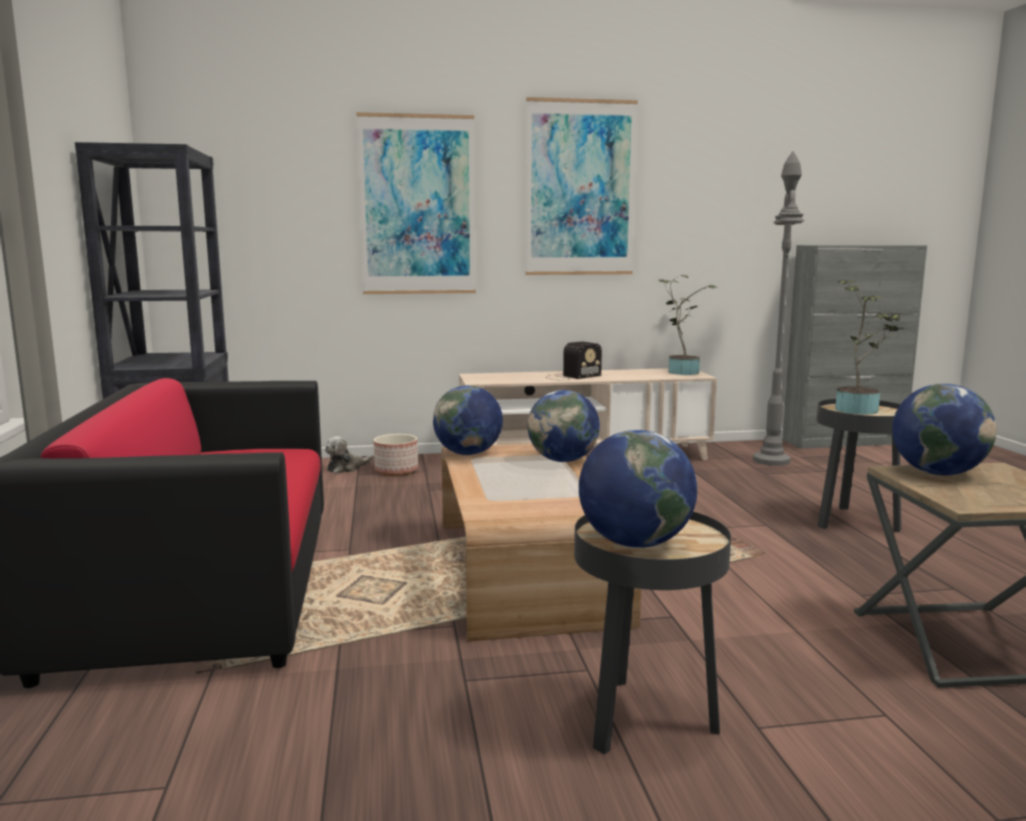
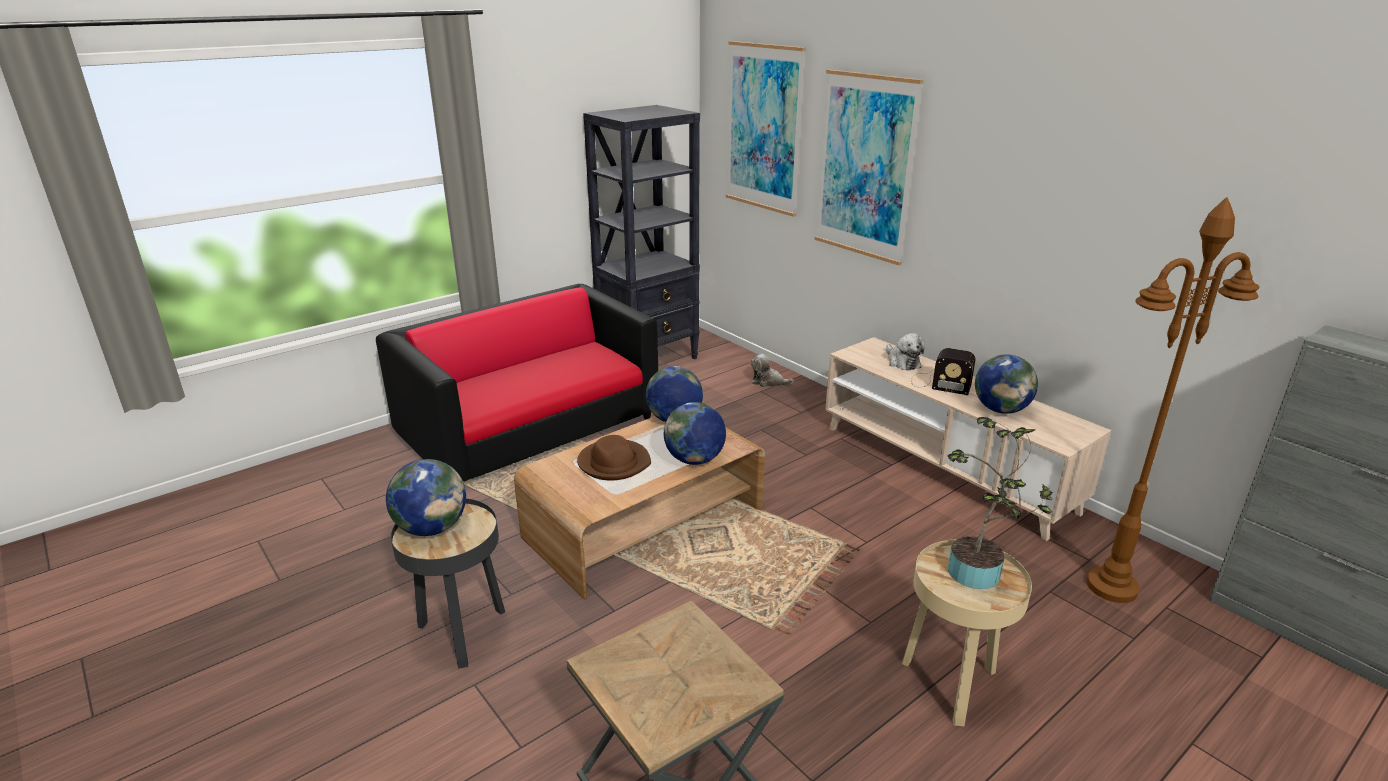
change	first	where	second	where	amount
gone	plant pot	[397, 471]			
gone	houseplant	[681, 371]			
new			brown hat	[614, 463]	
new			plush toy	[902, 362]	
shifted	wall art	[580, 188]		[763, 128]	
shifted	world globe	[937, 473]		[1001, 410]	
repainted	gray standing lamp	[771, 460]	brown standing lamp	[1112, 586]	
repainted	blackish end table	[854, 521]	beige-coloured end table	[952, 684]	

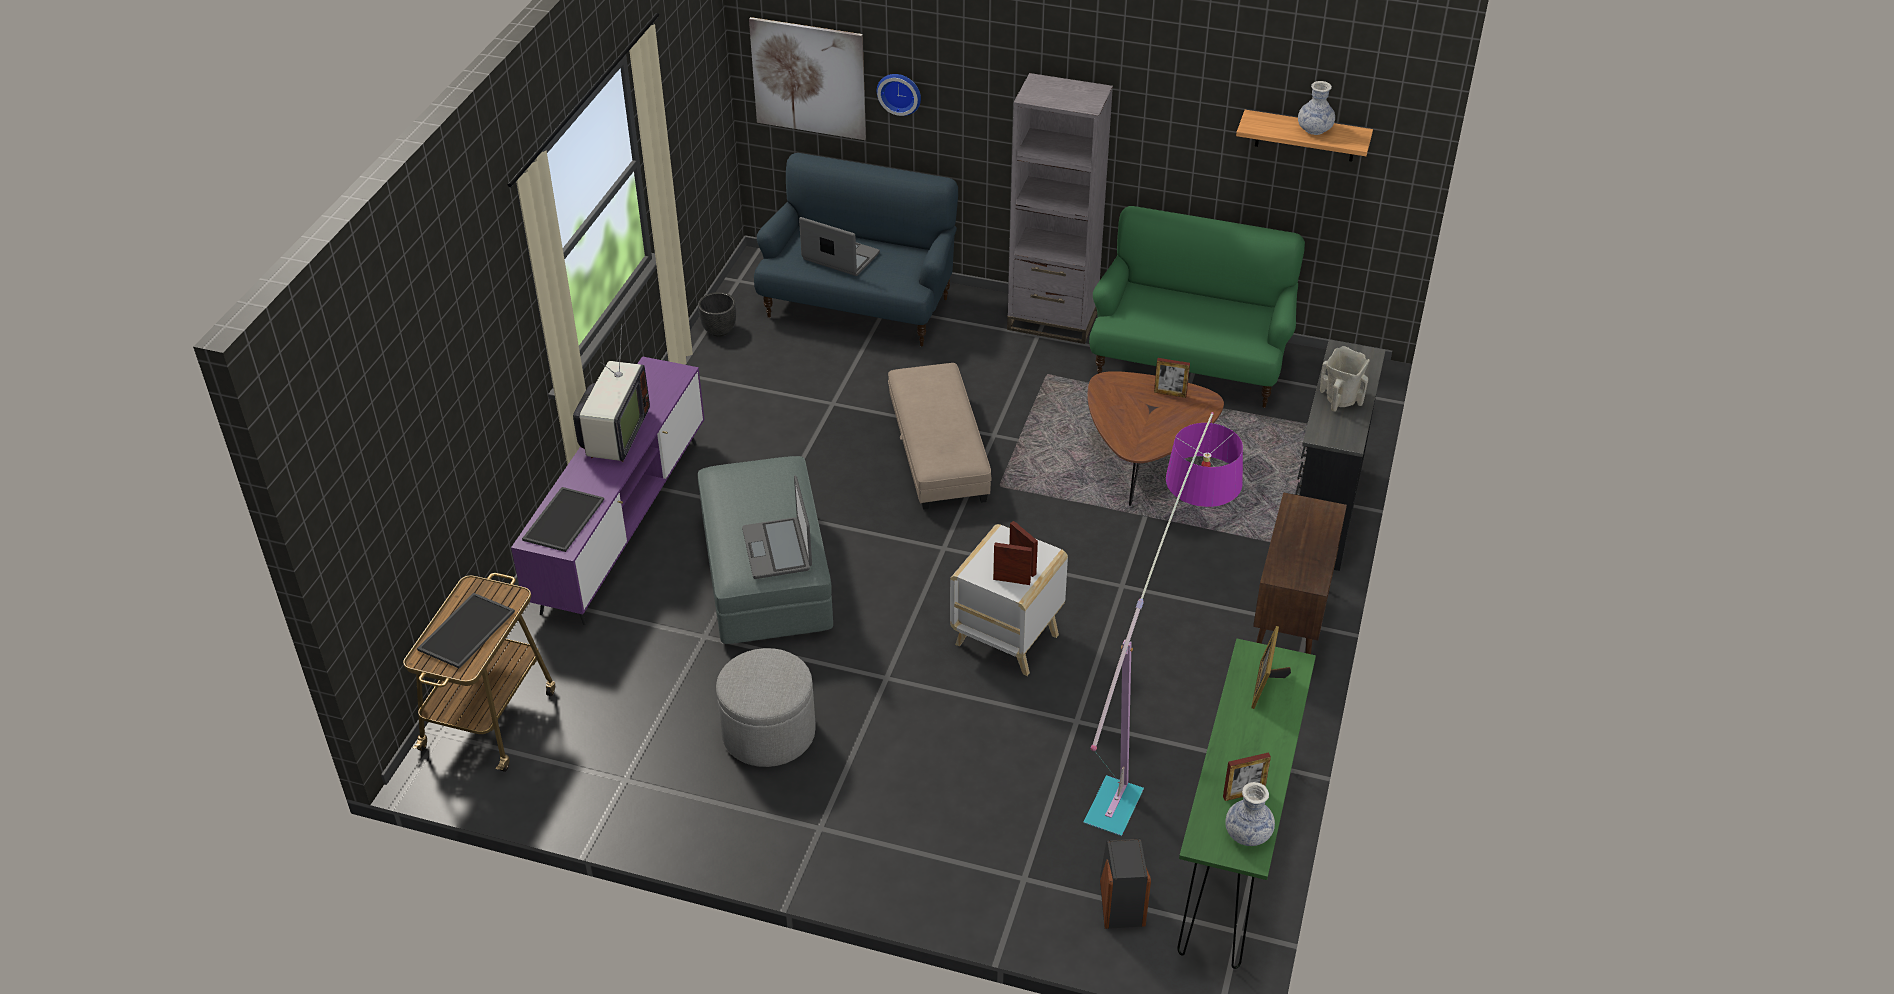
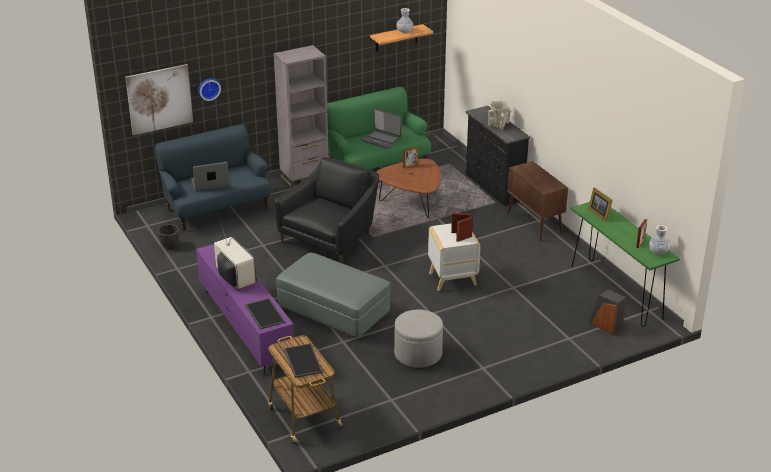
change	first	where	second	where	amount
gone	standing lamp	[1152, 724]			
shifted	laptop	[778, 549]		[381, 140]	
swapped	beige-coloured pouffe	[938, 451]	blackish armchair	[331, 238]	

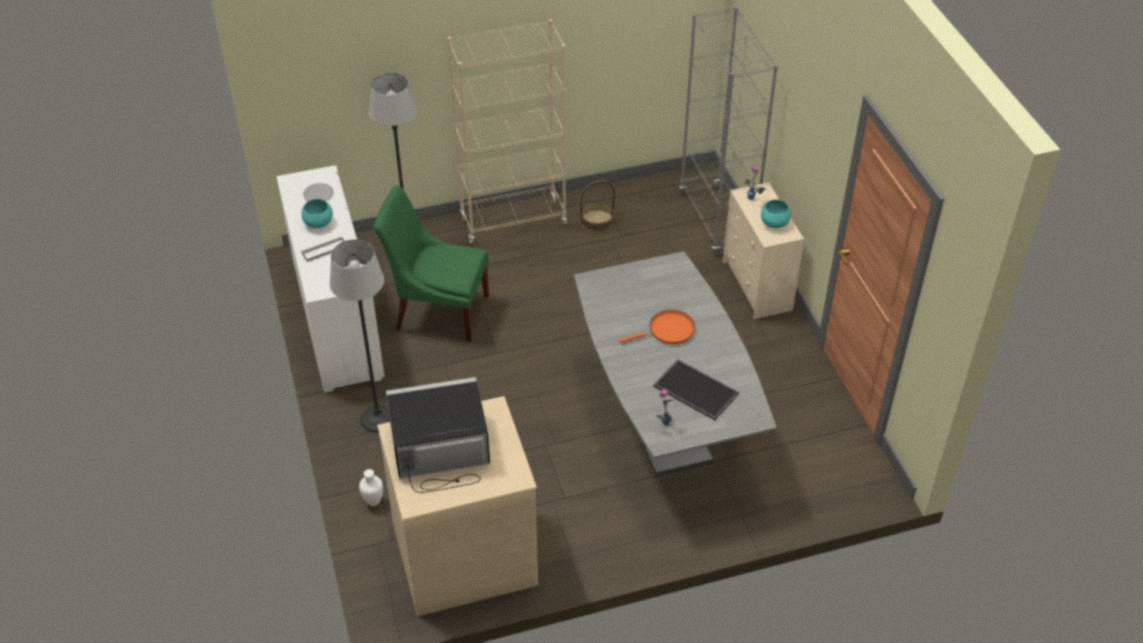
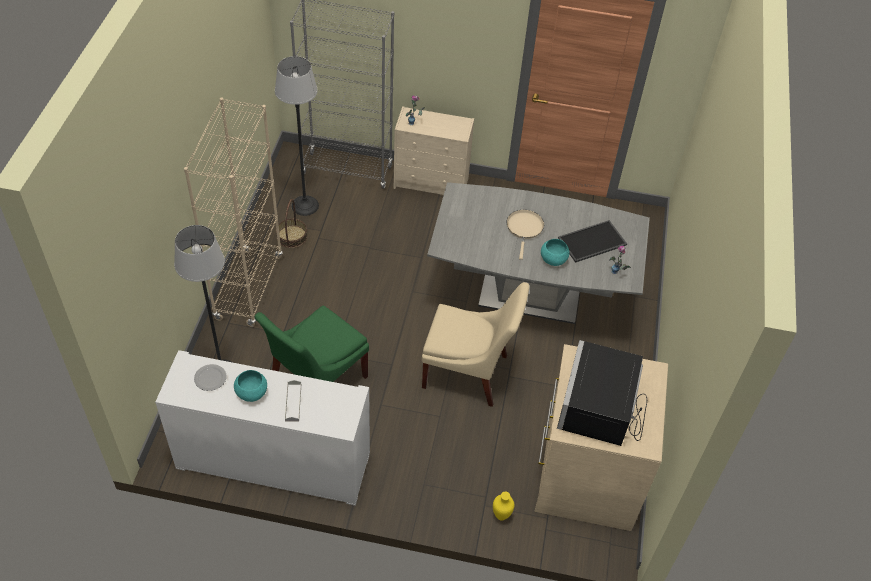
change	first	where	second	where	amount
new			beige-coloured upright chair	[469, 373]	
shifted	standing lamp	[377, 419]		[305, 205]	
shifted	turquoise-coloured deep dish	[774, 223]		[553, 260]	
repainted	white decorative vase	[373, 501]	yellow-coloured decorative vase	[500, 516]	
repainted	orange skillet	[668, 330]	beige-coloured skillet	[524, 229]	

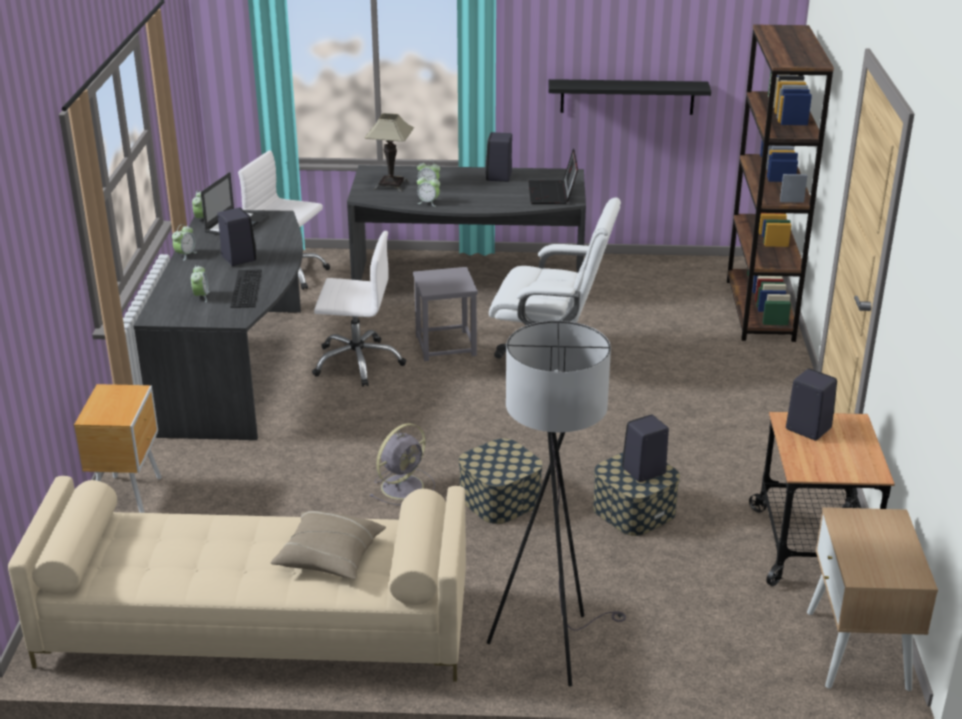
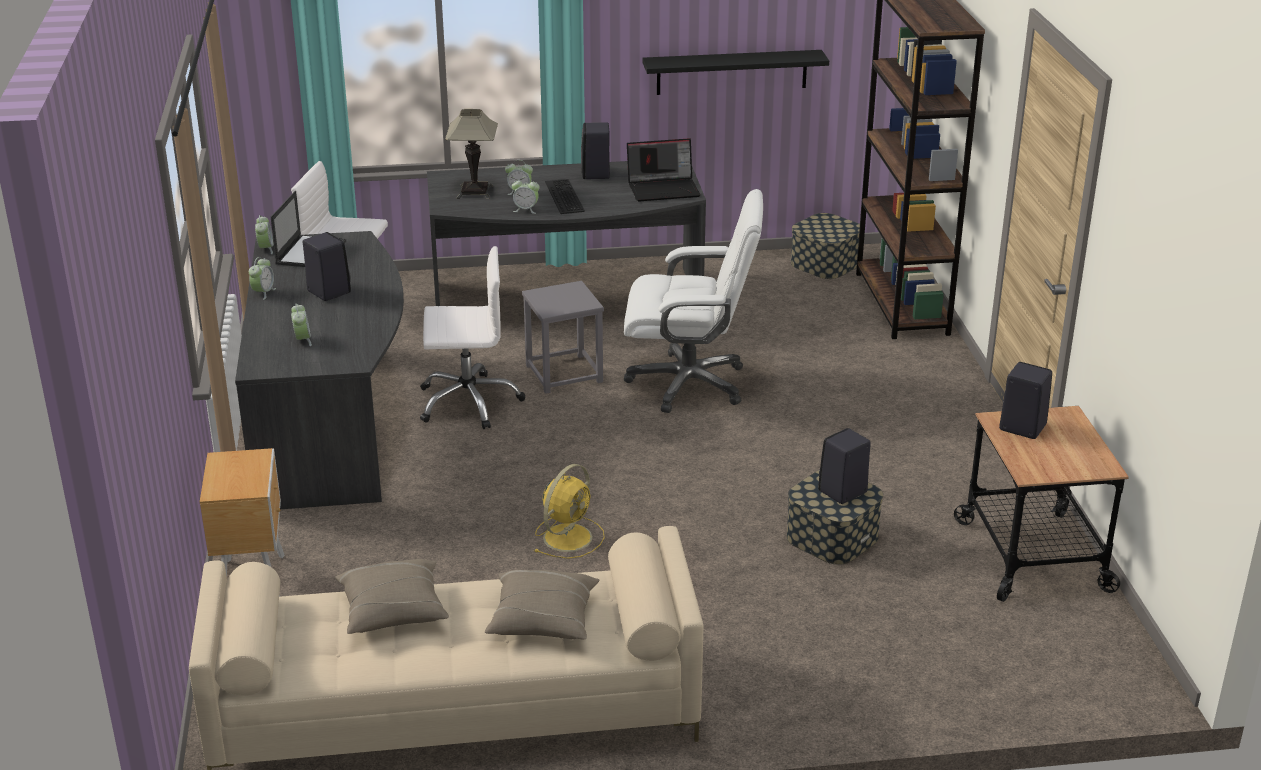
change	first	where	second	where	amount
gone	gray standing lamp	[551, 642]			
gone	beige-coloured bedside table	[858, 650]			
new			beige-coloured throw pillow	[393, 611]	
shifted	computer keyboard	[245, 288]		[562, 196]	
shifted	storage bin	[500, 499]		[825, 263]	
repainted	gray cooling fan	[403, 486]	yellow-coloured cooling fan	[569, 536]	
rotated	laptop	[552, 193]		[664, 189]	90 degrees counterclockwise

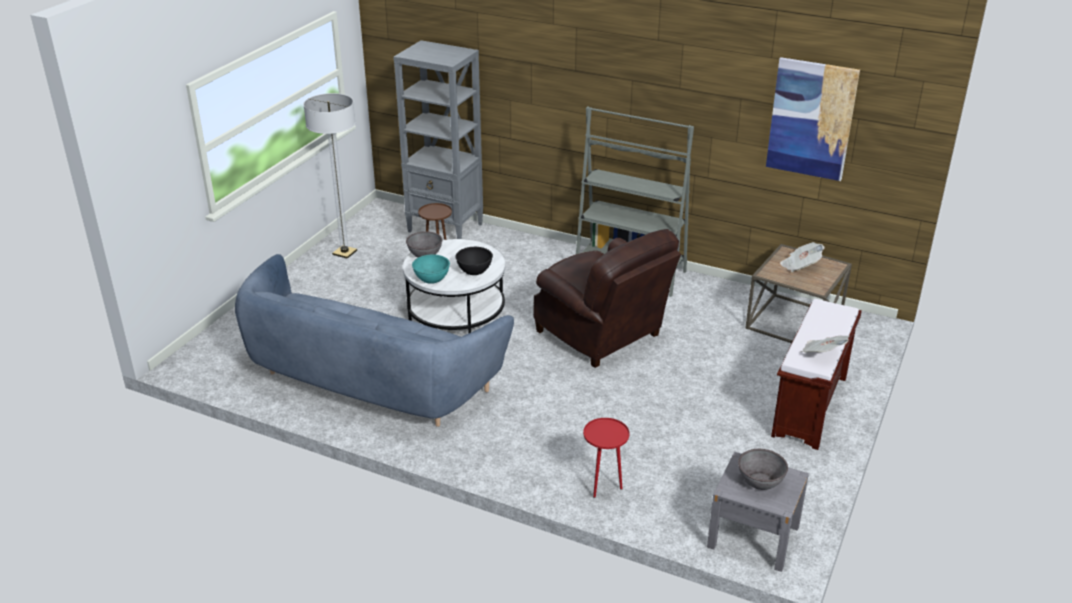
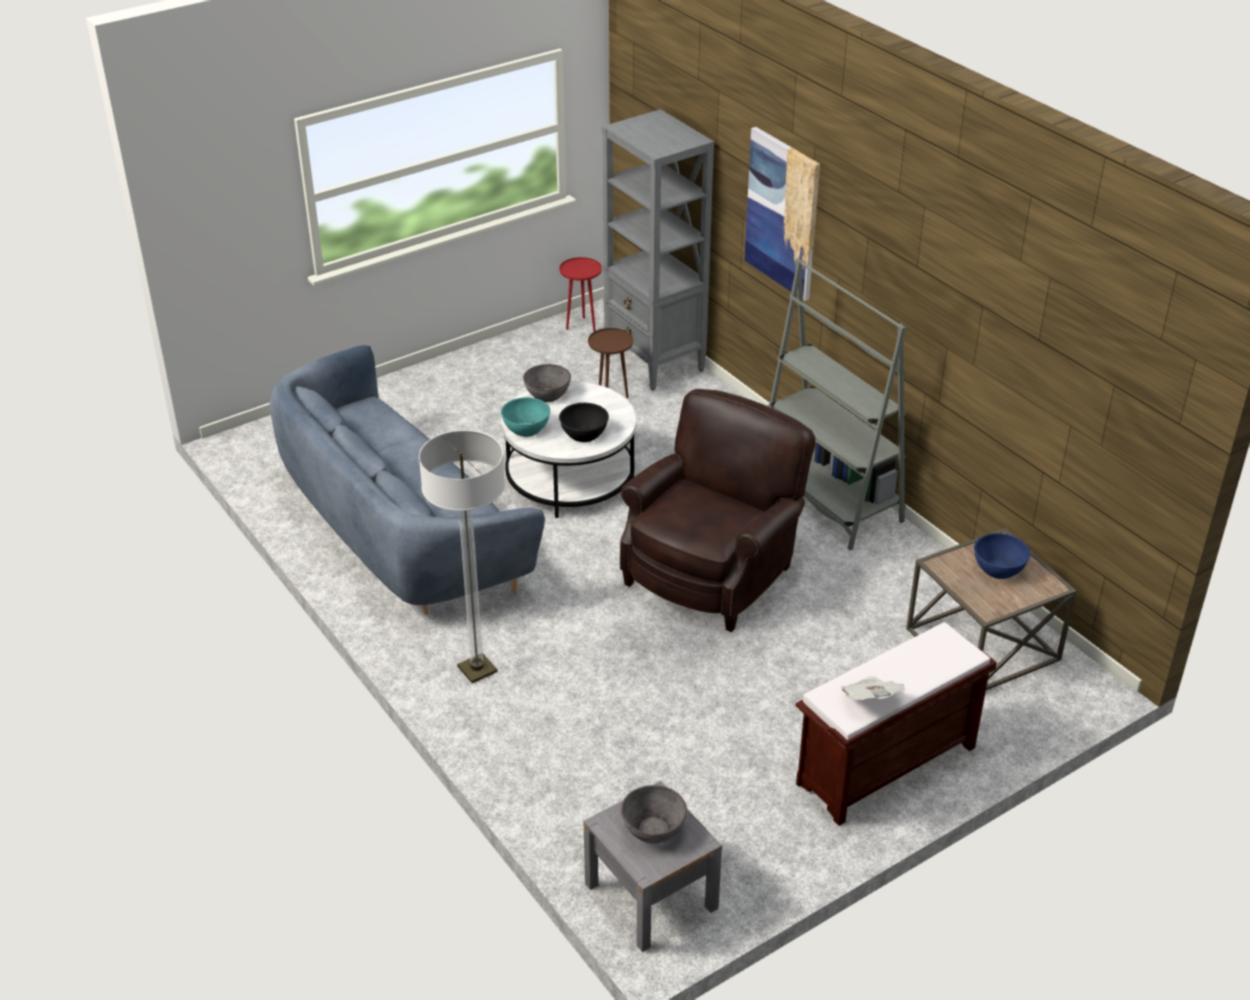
change	first	where	second	where	amount
shifted	standing lamp	[344, 253]		[477, 669]	
shifted	red end table	[603, 487]		[581, 325]	
shifted	wall art	[811, 119]		[783, 213]	
swapped	printed paper	[800, 266]	blue deep dish	[998, 569]	
rotated	brown armchair	[602, 335]		[713, 571]	135 degrees counterclockwise

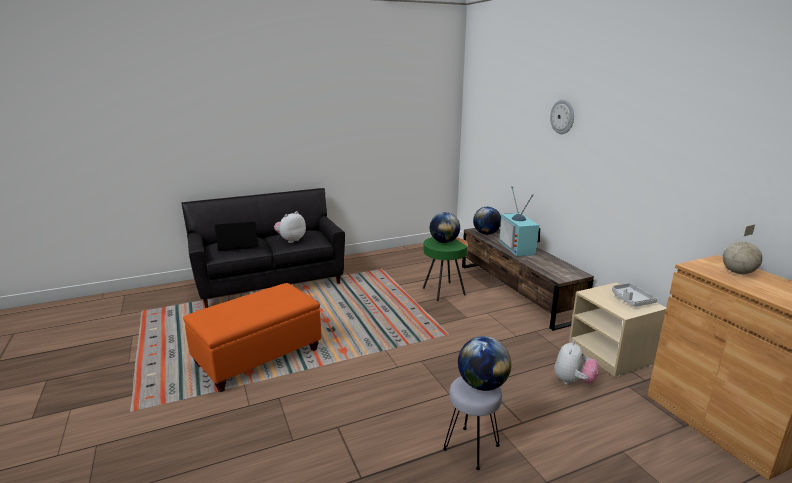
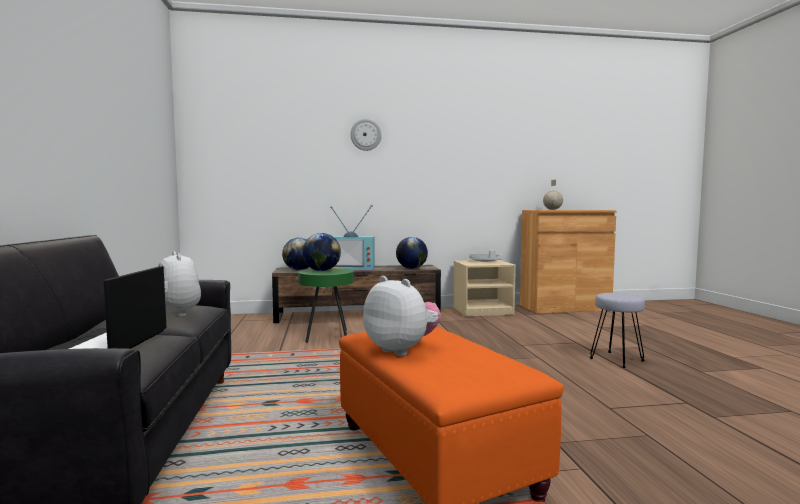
change	first	where	second	where	amount
shifted	world globe	[482, 385]		[411, 268]	
shifted	plush toy	[573, 381]		[402, 350]	

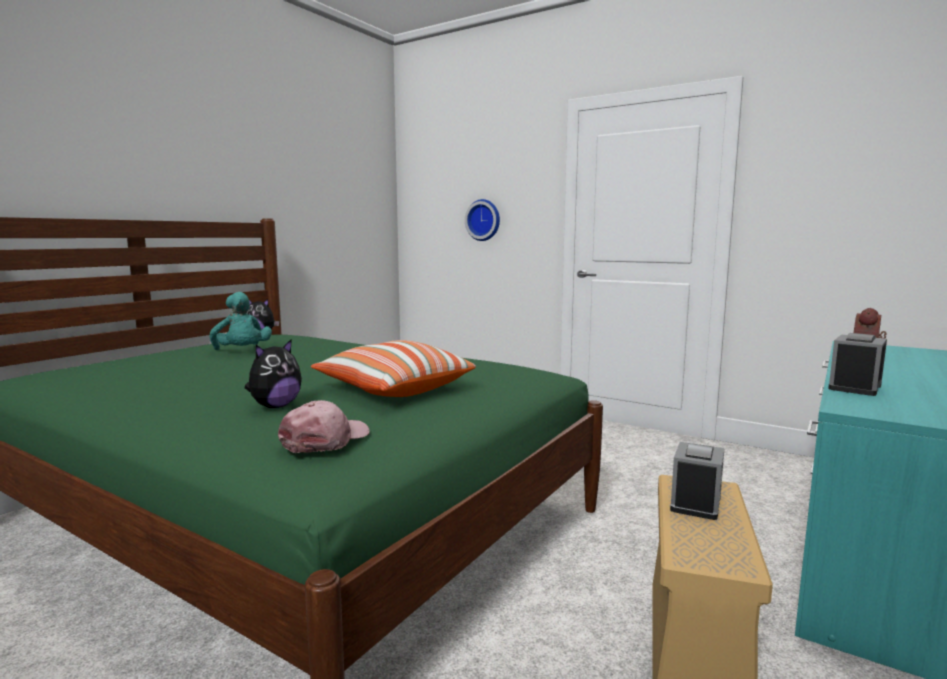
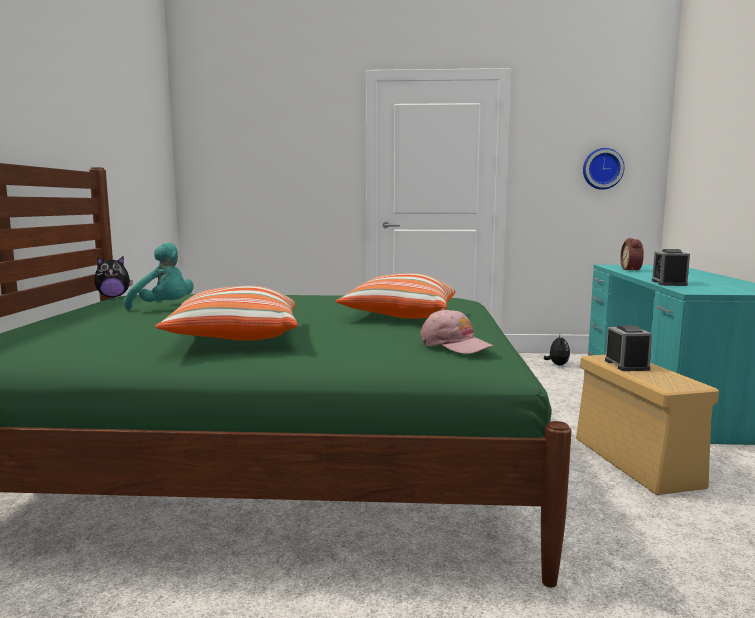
change	first	where	second	where	amount
new			throw pillow	[234, 337]	
shifted	plush toy	[275, 406]		[557, 364]	
shifted	clock on the wall	[484, 220]		[602, 169]	
rotated	pink-coloured peaked cap	[326, 440]		[455, 345]	135 degrees clockwise

